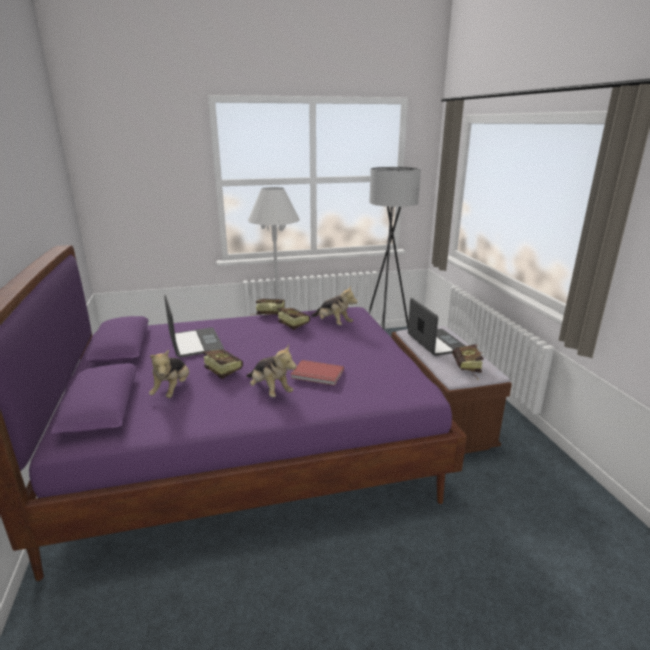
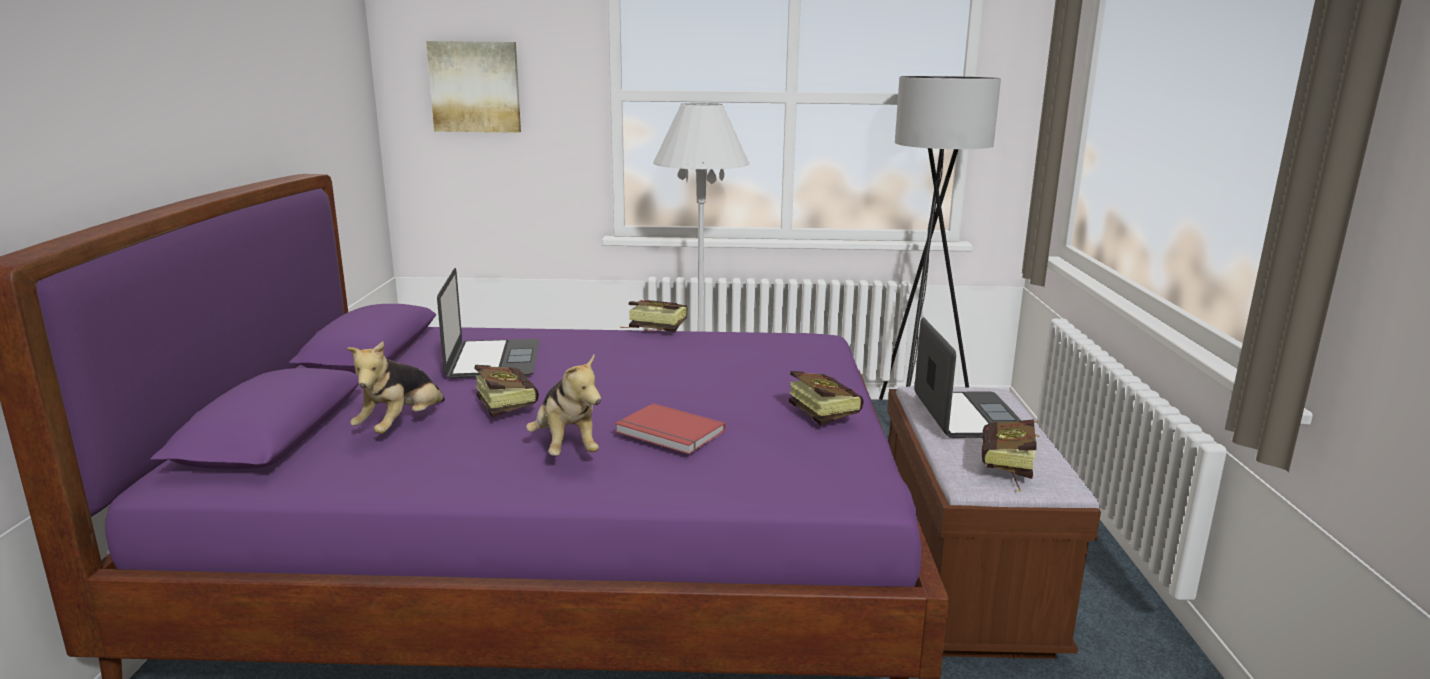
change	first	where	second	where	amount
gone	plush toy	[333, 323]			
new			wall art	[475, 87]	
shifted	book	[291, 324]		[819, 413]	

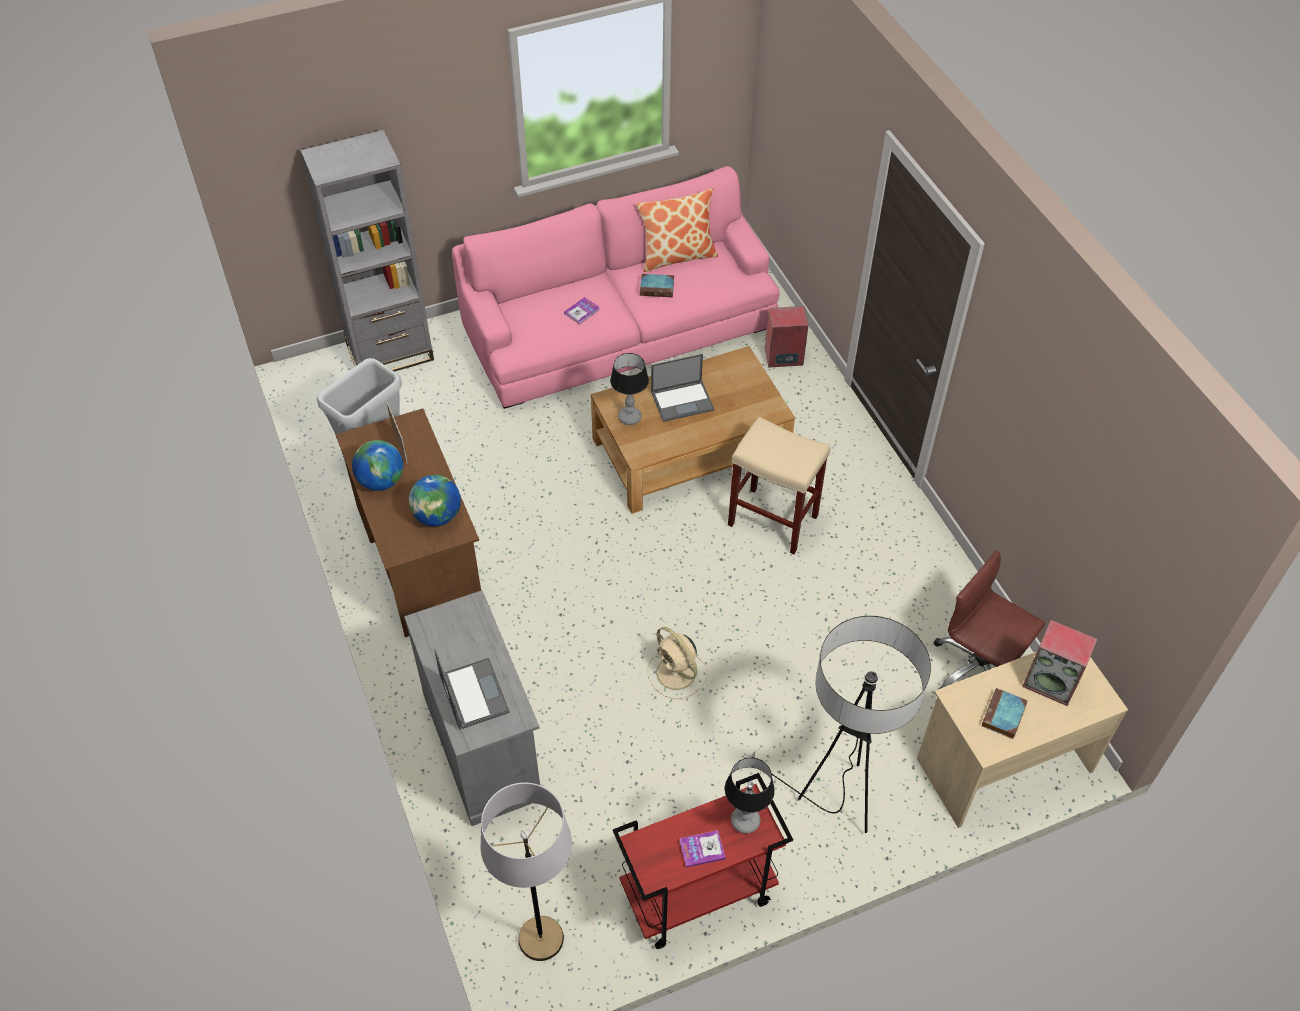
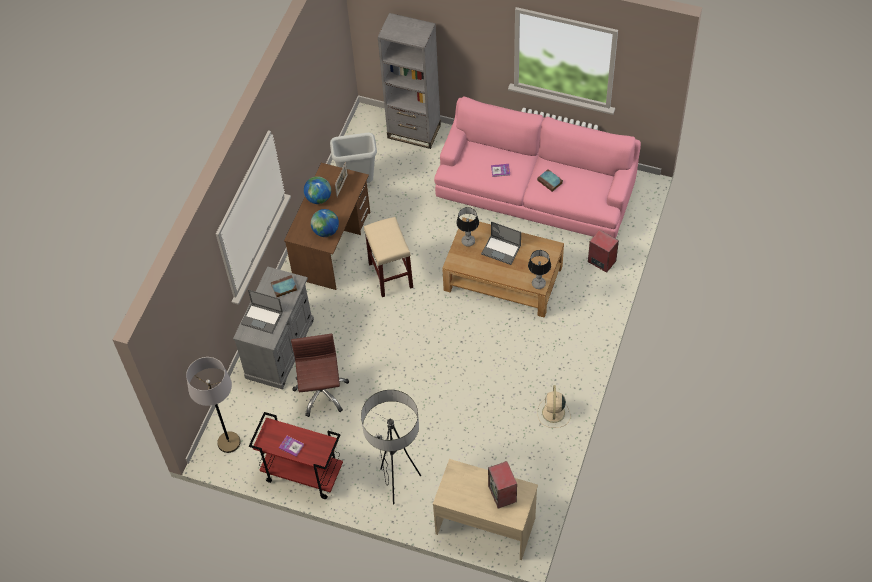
change	first	where	second	where	amount
gone	throw pillow	[677, 256]			
shifted	beige-coloured cooling fan	[677, 674]		[553, 413]	
shifted	table lamp	[746, 821]		[538, 284]	
shifted	beige-coloured sitting stool	[774, 520]		[391, 276]	
shifted	brown office chair	[977, 670]		[321, 393]	
shifted	book	[1003, 716]		[283, 287]	
rotated	laptop	[473, 693]		[262, 318]	90 degrees clockwise

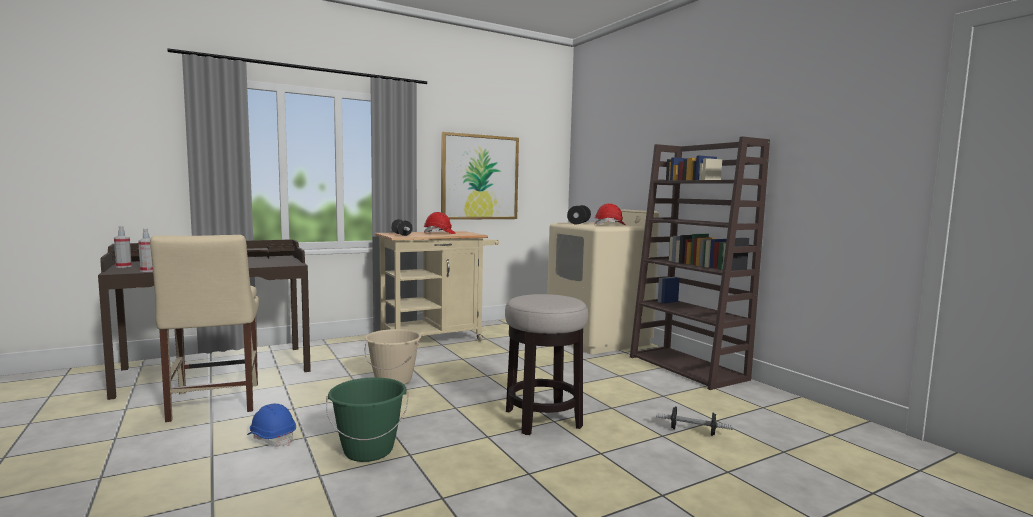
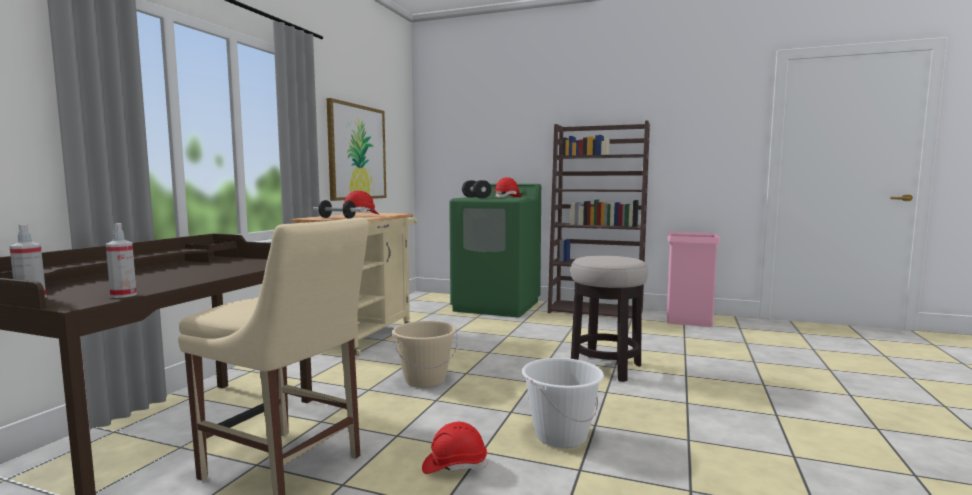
change	first	where	second	where	amount
gone	dumbbell	[692, 431]			
new			pink-coloured waste bin	[689, 320]	
repainted	blue work helmet	[272, 438]	red work helmet	[454, 466]	
repainted	greenish water bucket	[368, 450]	white water bucket	[560, 436]	
repainted	beige-coloured laundry machine	[598, 340]	greenish laundry machine	[497, 306]	

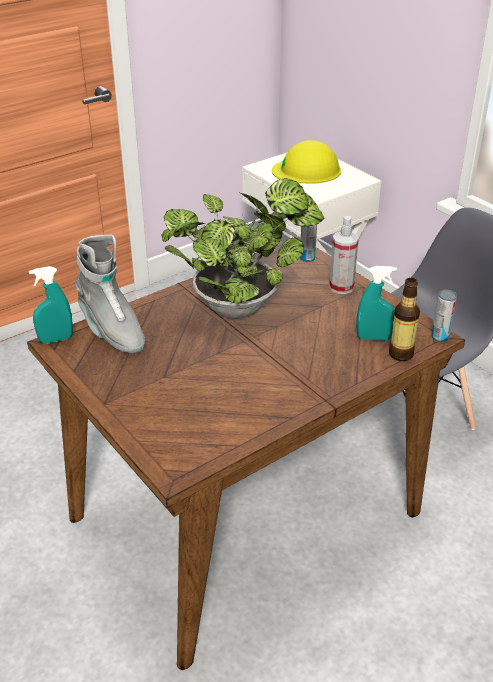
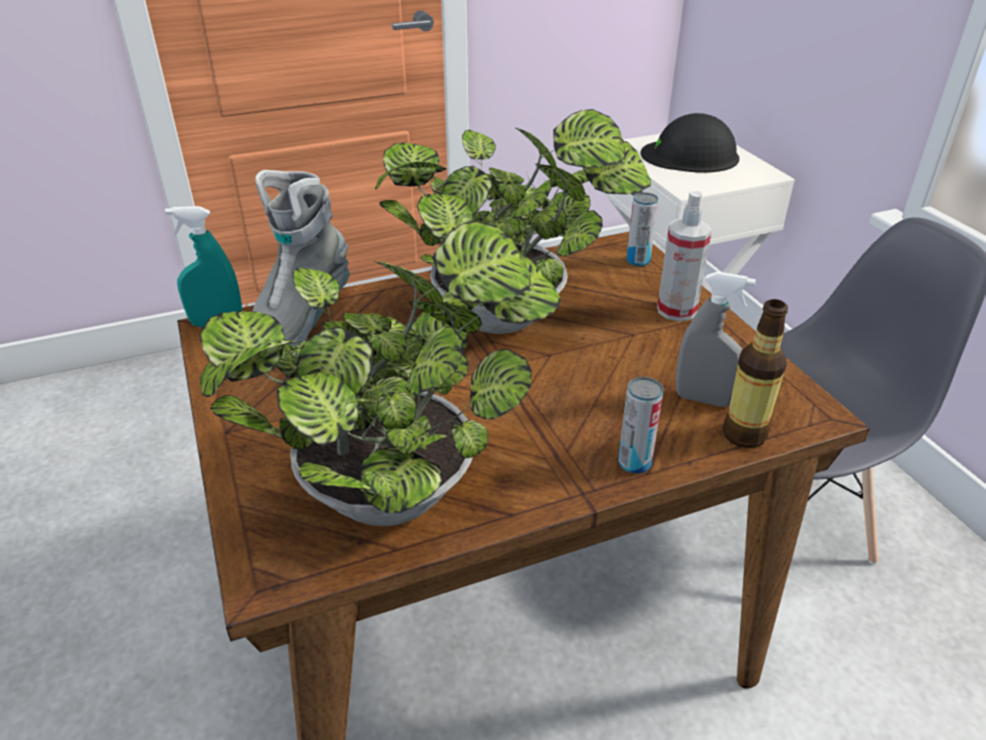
change	first	where	second	where	amount
new			houseplant	[401, 488]	
shifted	sealed can	[440, 337]		[634, 463]	
repainted	yellow-coloured work helmet	[307, 170]	blackish work helmet	[690, 156]	
repainted	turquoise-coloured hand sprayer	[373, 338]	gray hand sprayer	[703, 399]	
rotated	gray boot	[111, 331]		[300, 323]	45 degrees clockwise

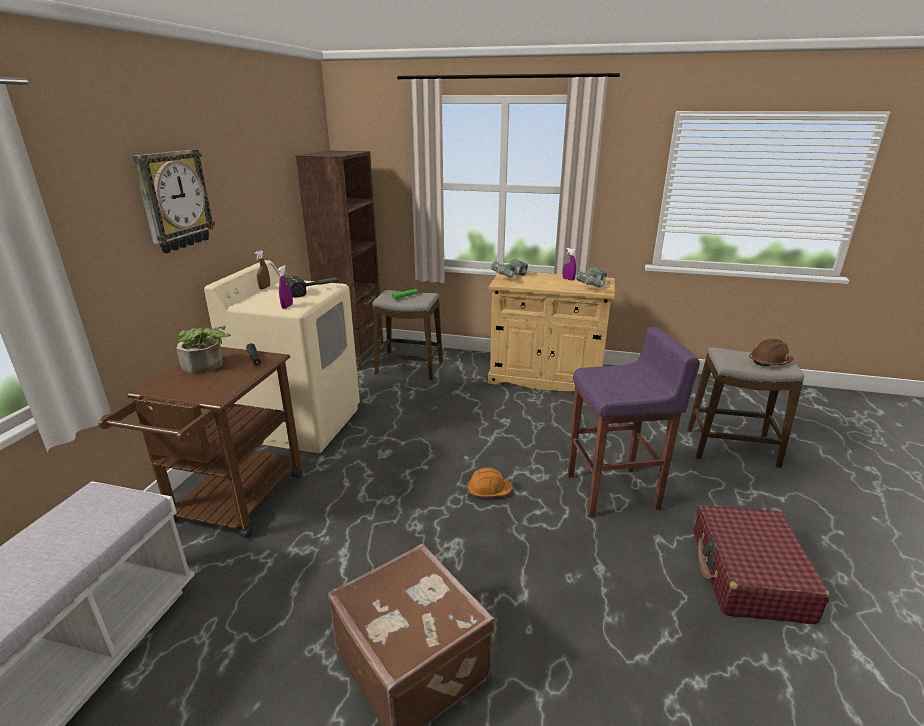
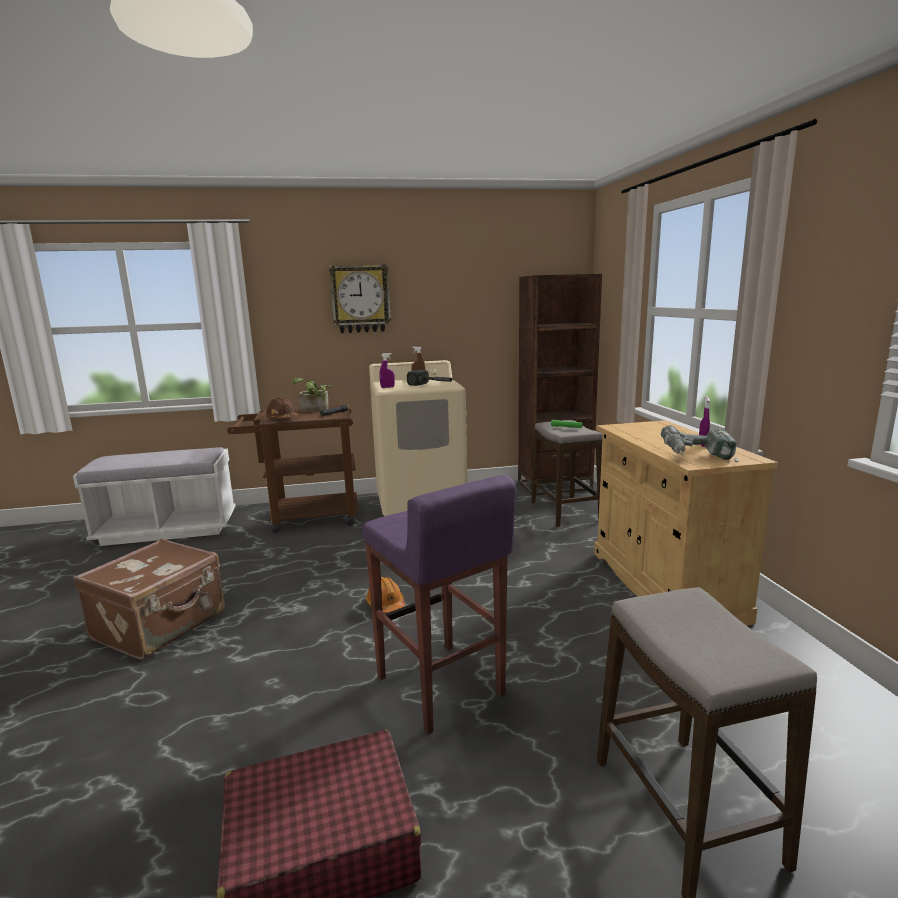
change	first	where	second	where	amount
gone	power drill	[512, 278]			
shifted	brown work helmet	[769, 362]		[282, 419]	

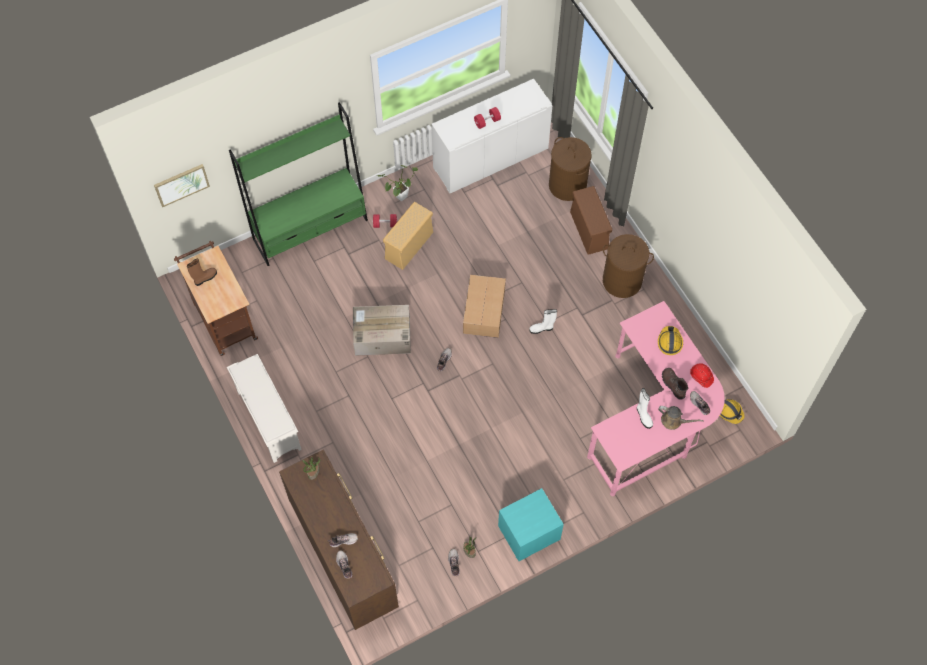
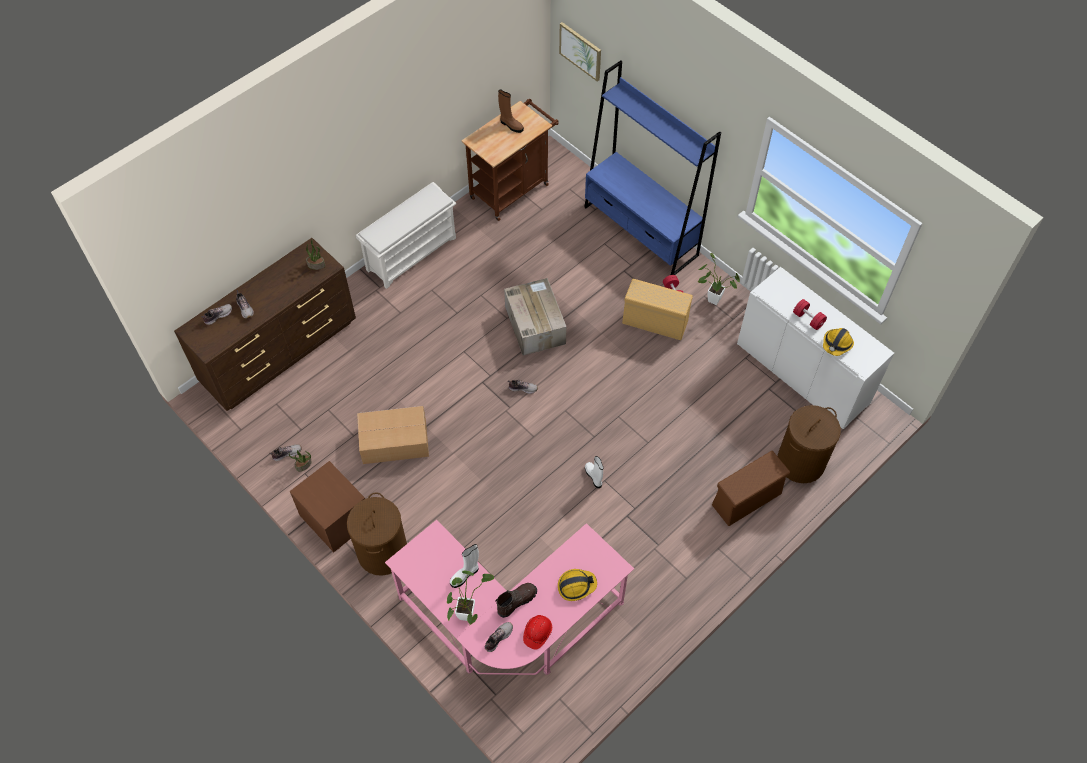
change	first	where	second	where	amount
shifted	cardboard box	[484, 310]		[395, 442]	
shifted	brown laundry basket	[622, 281]		[383, 552]	
shifted	work helmet	[729, 412]		[837, 344]	
swapped	brown watering pot	[673, 421]	houseplant	[467, 611]	
repainted	greenish bookcase	[311, 229]	blue bookcase	[641, 231]	
repainted	turquoise-coloured bedside table	[529, 533]	brown bedside table	[334, 519]	

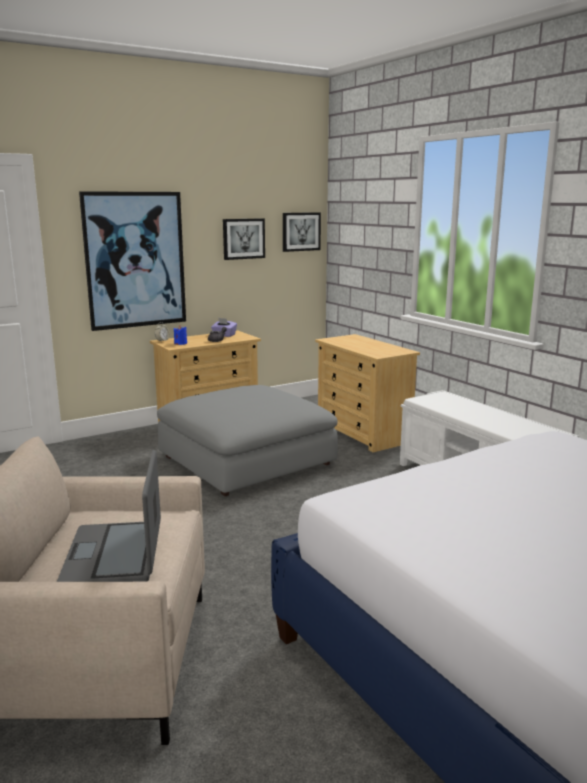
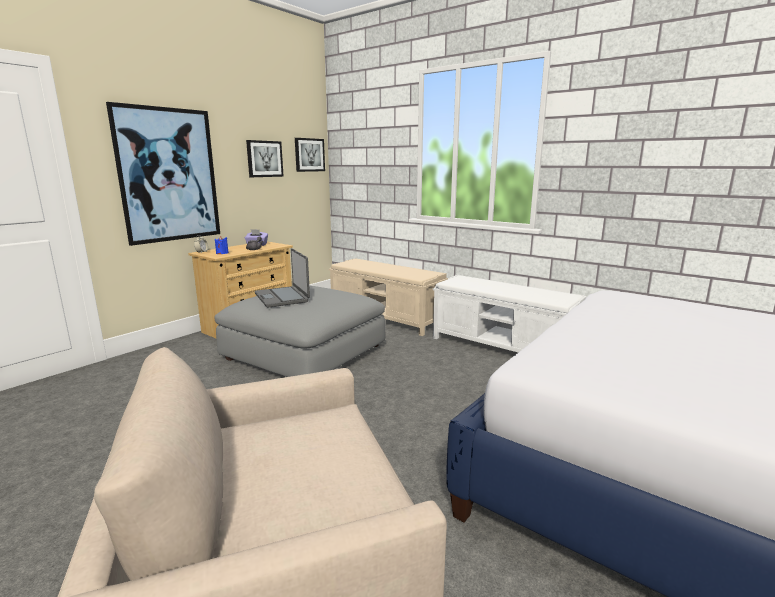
change	first	where	second	where	amount
shifted	laptop	[115, 555]		[282, 297]	
swapped	beige-coloured drawer chest	[363, 433]	beige-coloured long seat	[386, 318]	

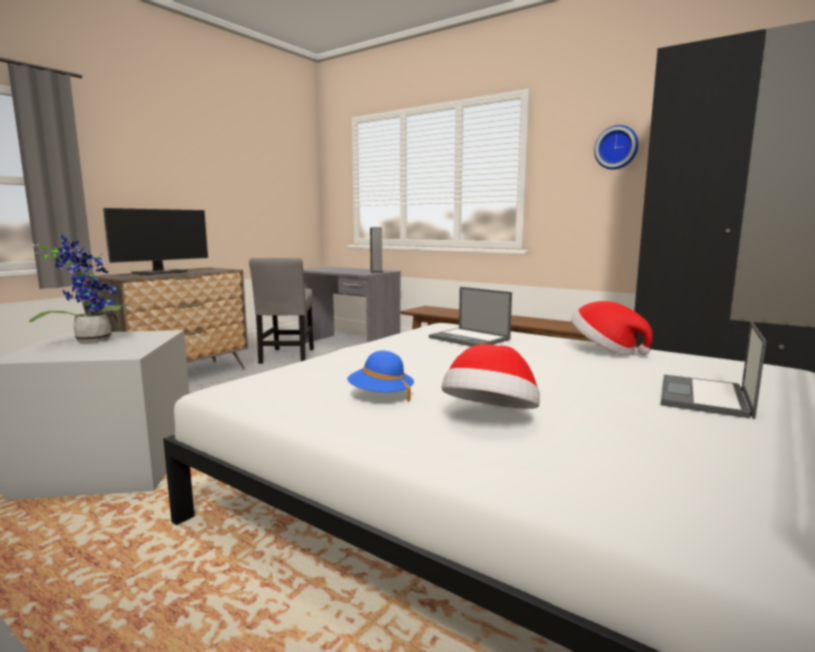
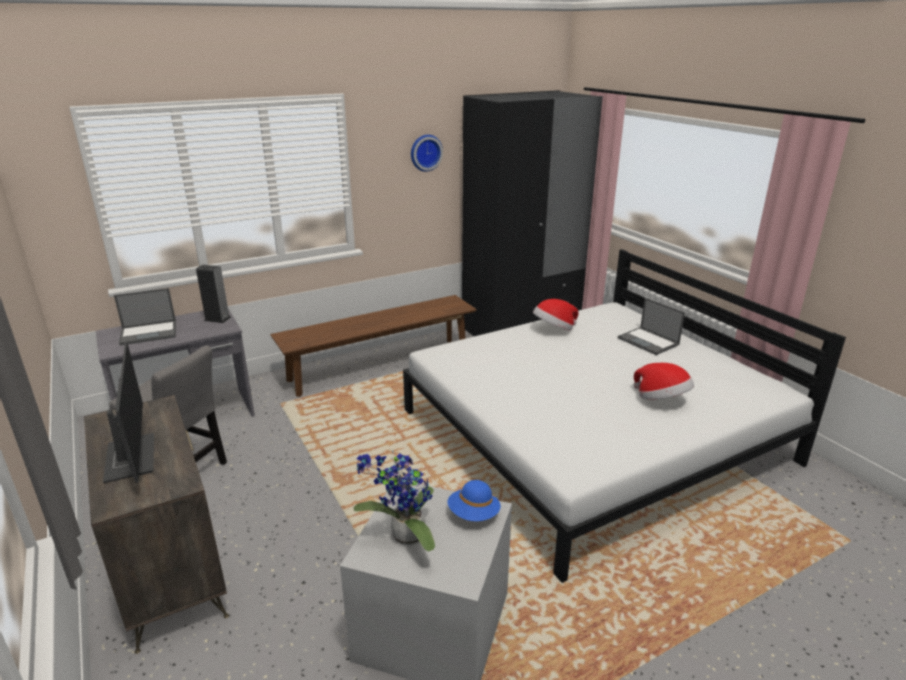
change	first	where	second	where	amount
shifted	blue hat	[380, 396]		[473, 514]	
shifted	laptop	[470, 338]		[149, 333]	

